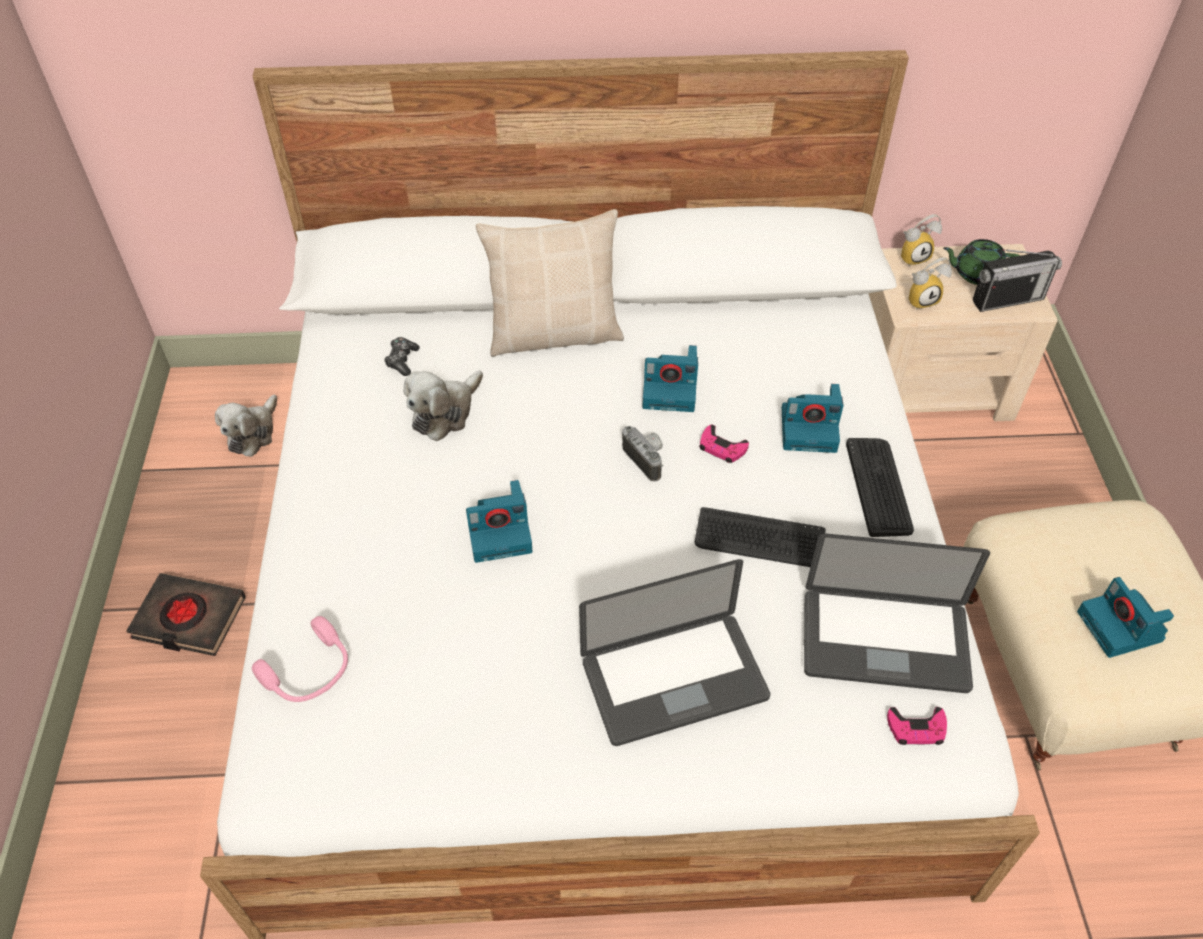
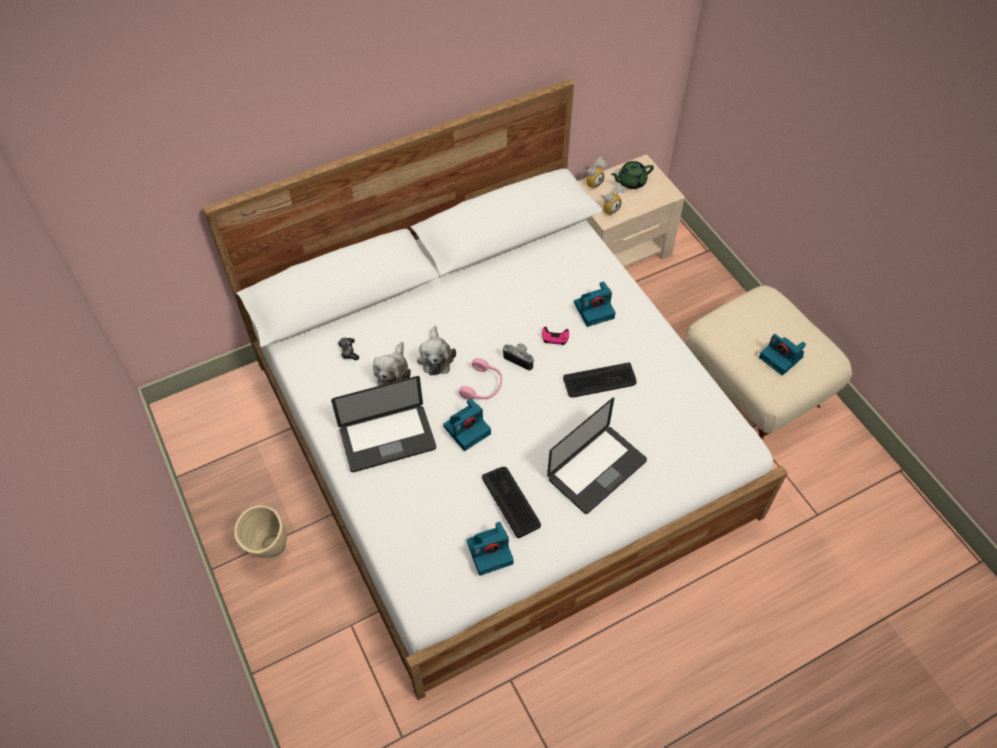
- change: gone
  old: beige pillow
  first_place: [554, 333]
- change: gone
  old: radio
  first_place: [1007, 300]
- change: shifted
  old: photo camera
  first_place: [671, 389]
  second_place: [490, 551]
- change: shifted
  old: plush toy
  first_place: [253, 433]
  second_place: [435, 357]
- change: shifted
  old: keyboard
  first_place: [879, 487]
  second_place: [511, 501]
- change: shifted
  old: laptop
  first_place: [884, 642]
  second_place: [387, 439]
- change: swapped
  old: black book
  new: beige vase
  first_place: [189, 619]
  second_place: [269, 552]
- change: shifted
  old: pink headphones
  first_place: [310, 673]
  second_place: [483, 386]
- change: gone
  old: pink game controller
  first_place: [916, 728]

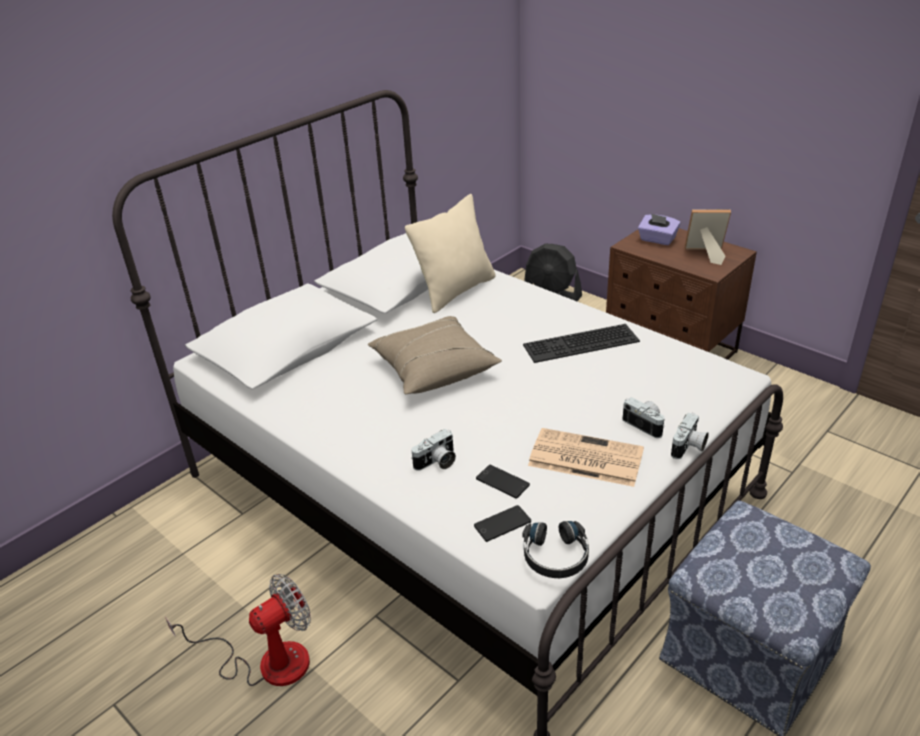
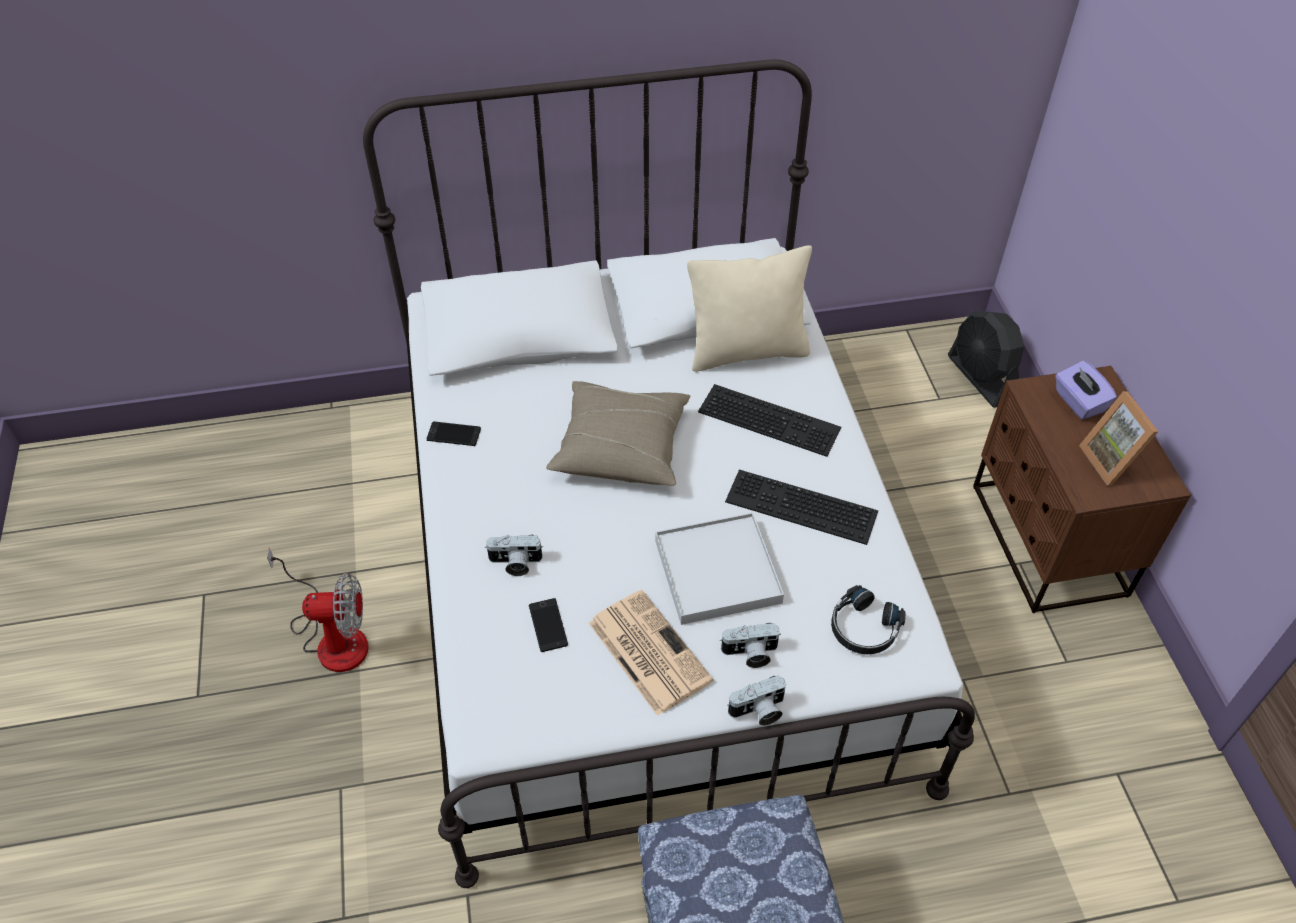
- change: rotated
  old: picture frame
  first_place: [704, 254]
  second_place: [1112, 461]
  degrees: -150
- change: rotated
  old: photo camera
  first_place: [645, 424]
  second_place: [750, 654]
  degrees: 90
- change: shifted
  old: phone
  first_place: [502, 524]
  second_place: [454, 434]
- change: shifted
  old: black headphones
  first_place: [555, 556]
  second_place: [863, 628]
- change: new
  new: keyboard
  second_place: [771, 418]
- change: new
  new: white tray
  second_place: [717, 571]

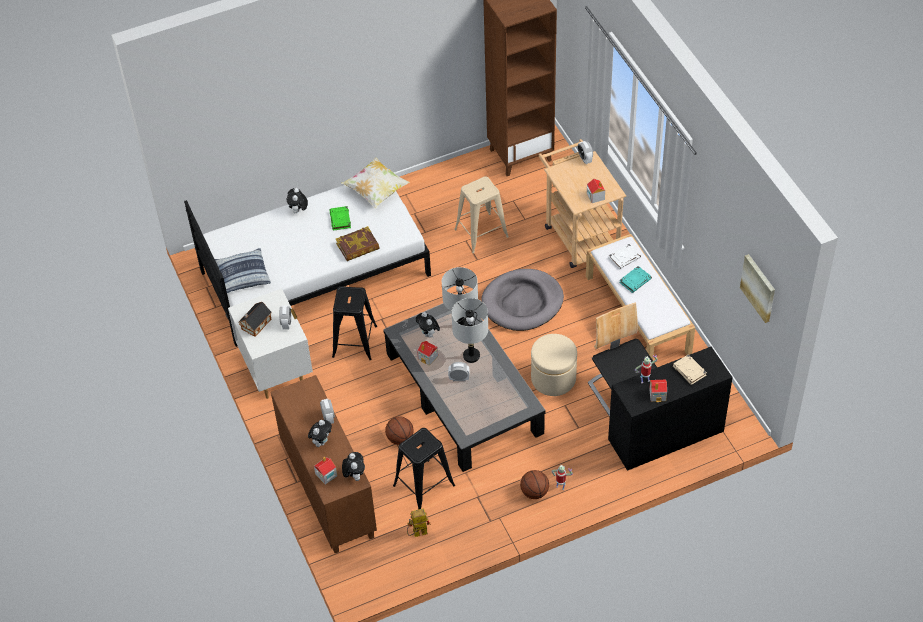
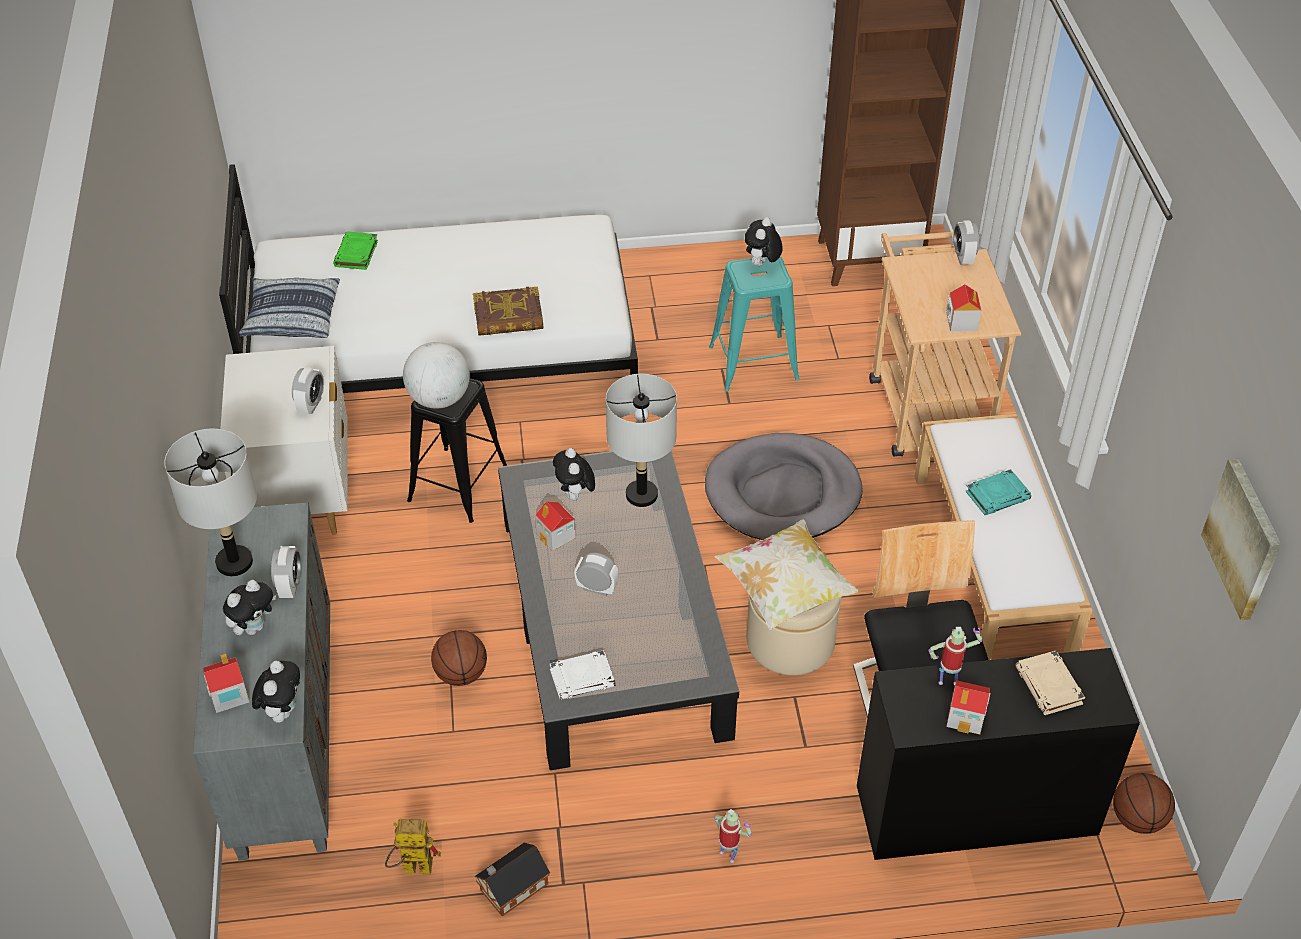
- change: shifted
  old: pillow
  first_place: [376, 191]
  second_place: [785, 591]
- change: repainted
  old: beige stool
  new: turquoise stool
  first_place: [481, 233]
  second_place: [753, 363]
- change: shifted
  old: plush toy
  first_place: [298, 211]
  second_place: [762, 264]
- change: shifted
  old: green book
  first_place: [340, 220]
  second_place: [356, 254]
- change: shifted
  old: white book
  first_place: [624, 257]
  second_place: [583, 678]
- change: shifted
  old: grey table lamp
  first_place: [471, 356]
  second_place: [234, 563]
- change: shifted
  old: toy house
  first_place: [255, 325]
  second_place: [511, 888]
- change: repainted
  old: brown cabinet
  new: grey cabinet
  first_place: [327, 491]
  second_place: [284, 735]
- change: gone
  old: black stool
  first_place: [424, 485]
- change: shifted
  old: basketball
  first_place: [534, 492]
  second_place: [1137, 818]
- change: new
  new: globe
  second_place: [439, 399]

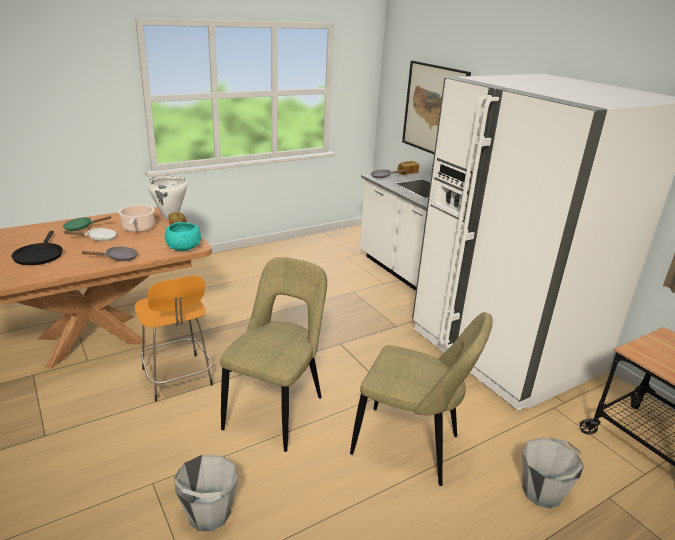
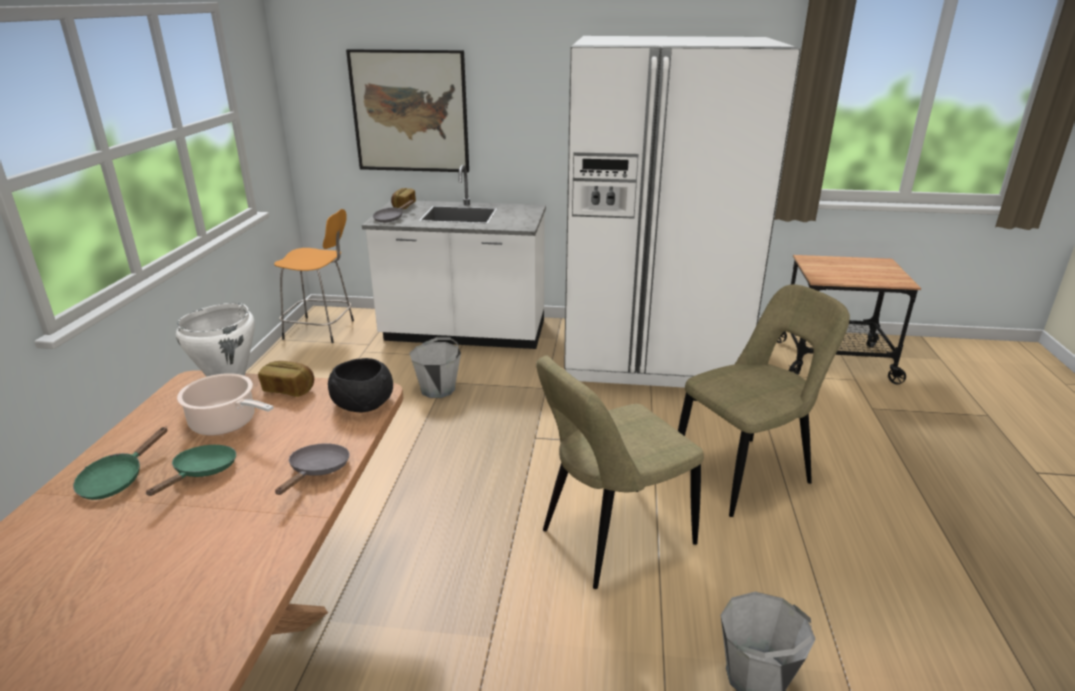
- change: repainted
  old: turquoise bowl
  new: black bowl
  first_place: [183, 247]
  second_place: [363, 403]
- change: repainted
  old: white frying pan
  new: green frying pan
  first_place: [99, 238]
  second_place: [202, 472]
- change: gone
  old: black frying pan
  first_place: [39, 255]
- change: rotated
  old: beige chair
  first_place: [277, 410]
  second_place: [611, 539]
  degrees: -90
- change: shifted
  old: orange stool
  first_place: [177, 379]
  second_place: [321, 330]
- change: shifted
  old: grey bucket
  first_place: [542, 492]
  second_place: [438, 389]

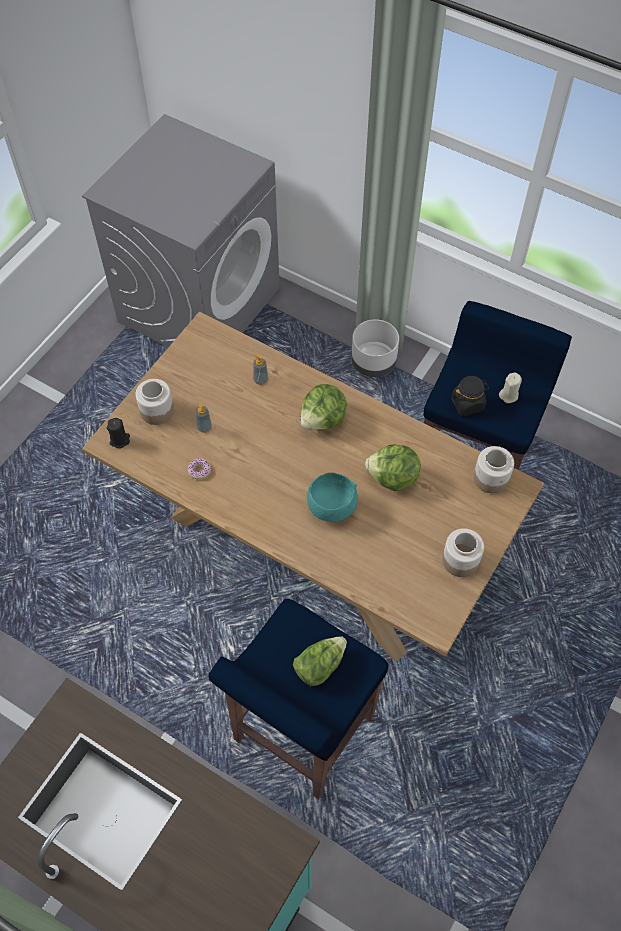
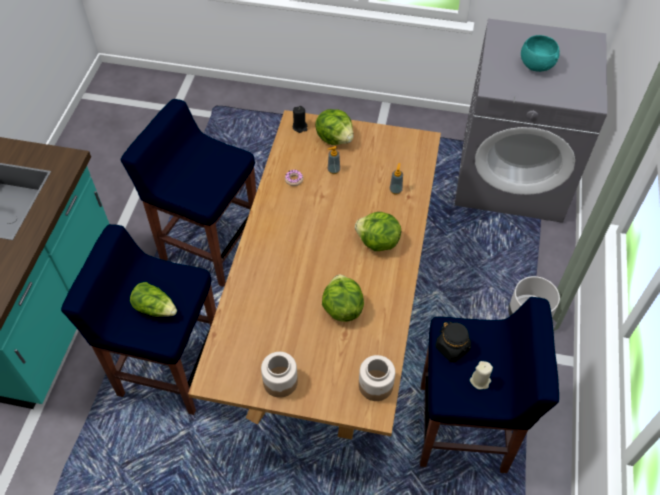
- change: swapped
  old: jar
  new: lettuce
  first_place: [156, 410]
  second_place: [335, 138]
- change: shifted
  old: turquoise bowl
  first_place: [330, 508]
  second_place: [535, 65]
- change: new
  new: blue stool
  second_place: [209, 245]

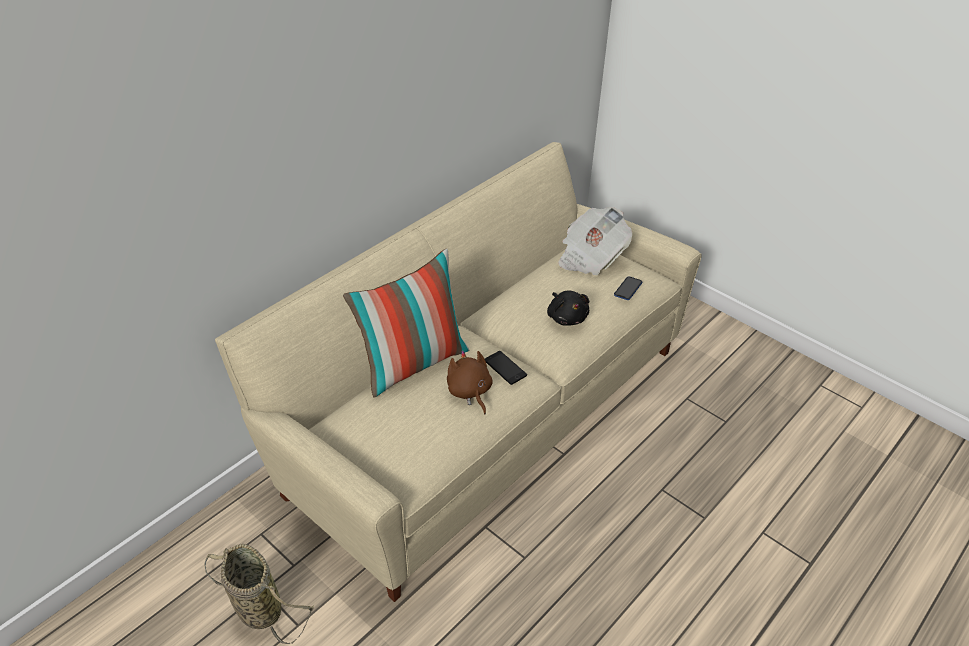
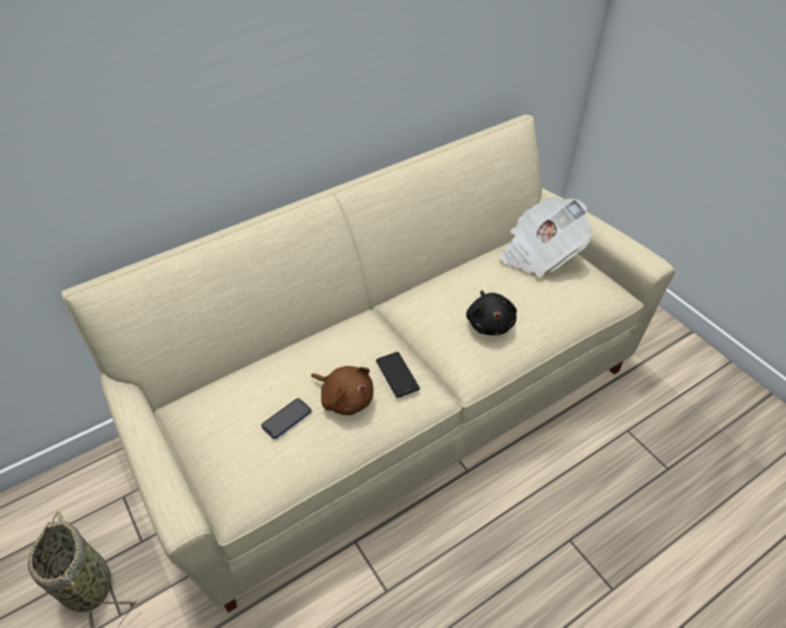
- change: gone
  old: pillow
  first_place: [413, 363]
- change: shifted
  old: phone
  first_place: [628, 289]
  second_place: [286, 419]
- change: rotated
  old: brown plush toy
  first_place: [469, 392]
  second_place: [345, 398]
  degrees: 135

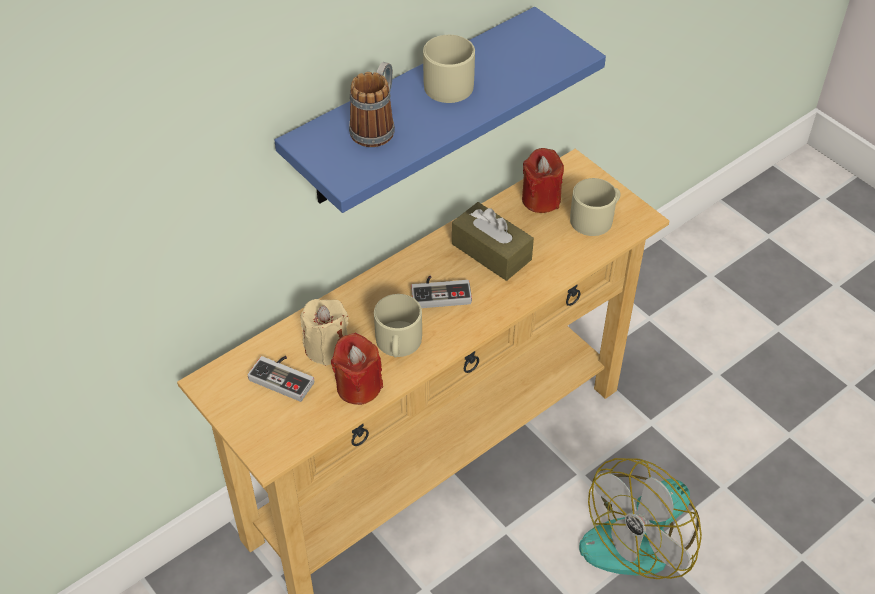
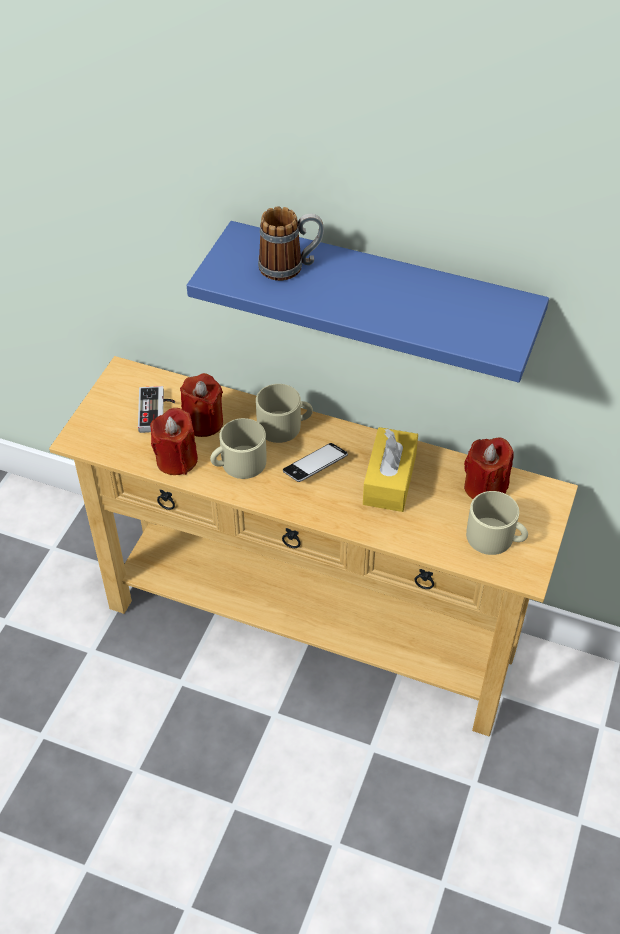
- change: shifted
  old: beige mug
  first_place: [451, 82]
  second_place: [285, 426]
- change: repainted
  old: brown tissue box
  new: yellow tissue box
  first_place: [491, 252]
  second_place: [389, 479]
- change: swapped
  old: game controller
  new: phone
  first_place: [440, 292]
  second_place: [315, 466]
- change: repainted
  old: beige candle
  new: red candle
  first_place: [326, 348]
  second_place: [203, 422]
- change: gone
  old: fan
  first_place: [641, 535]

